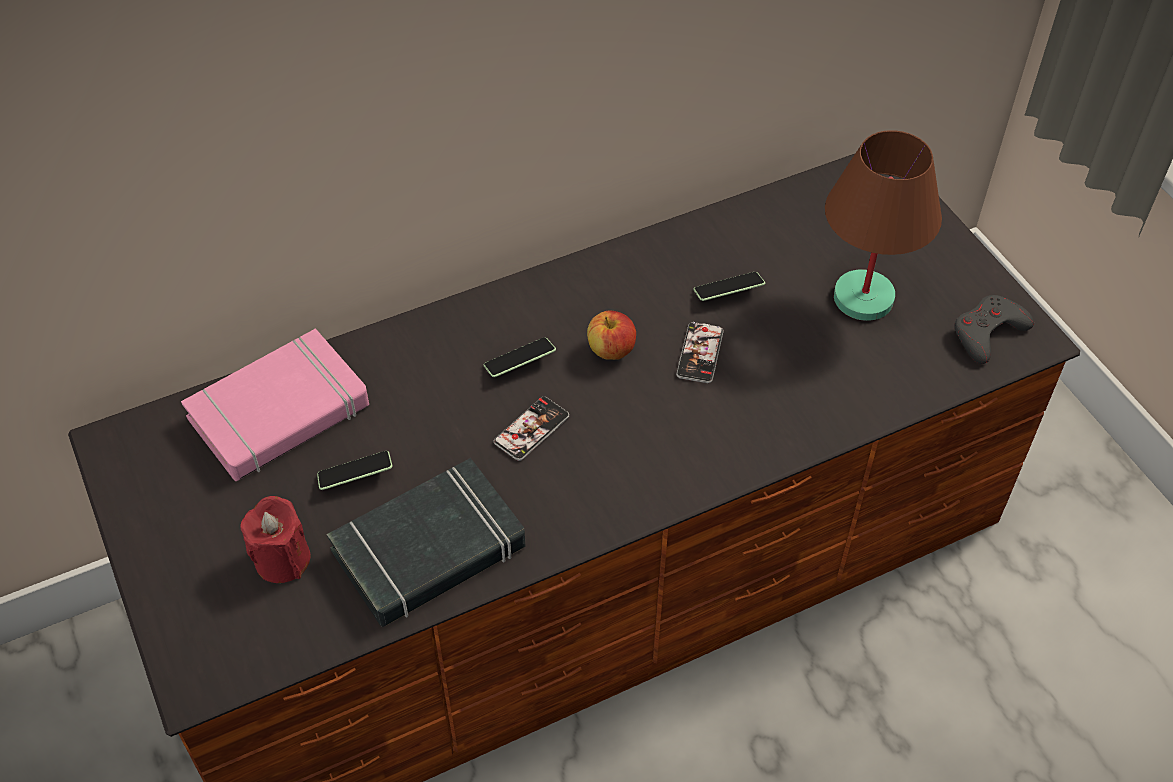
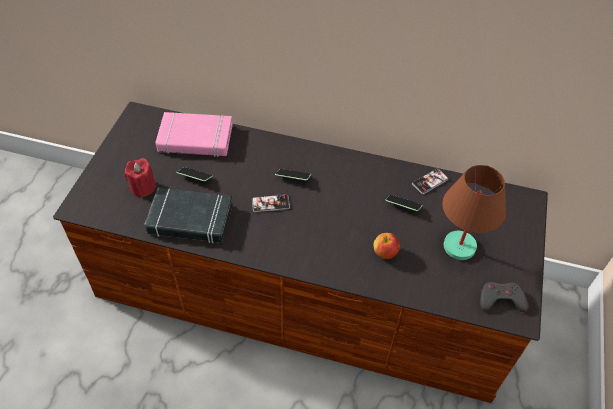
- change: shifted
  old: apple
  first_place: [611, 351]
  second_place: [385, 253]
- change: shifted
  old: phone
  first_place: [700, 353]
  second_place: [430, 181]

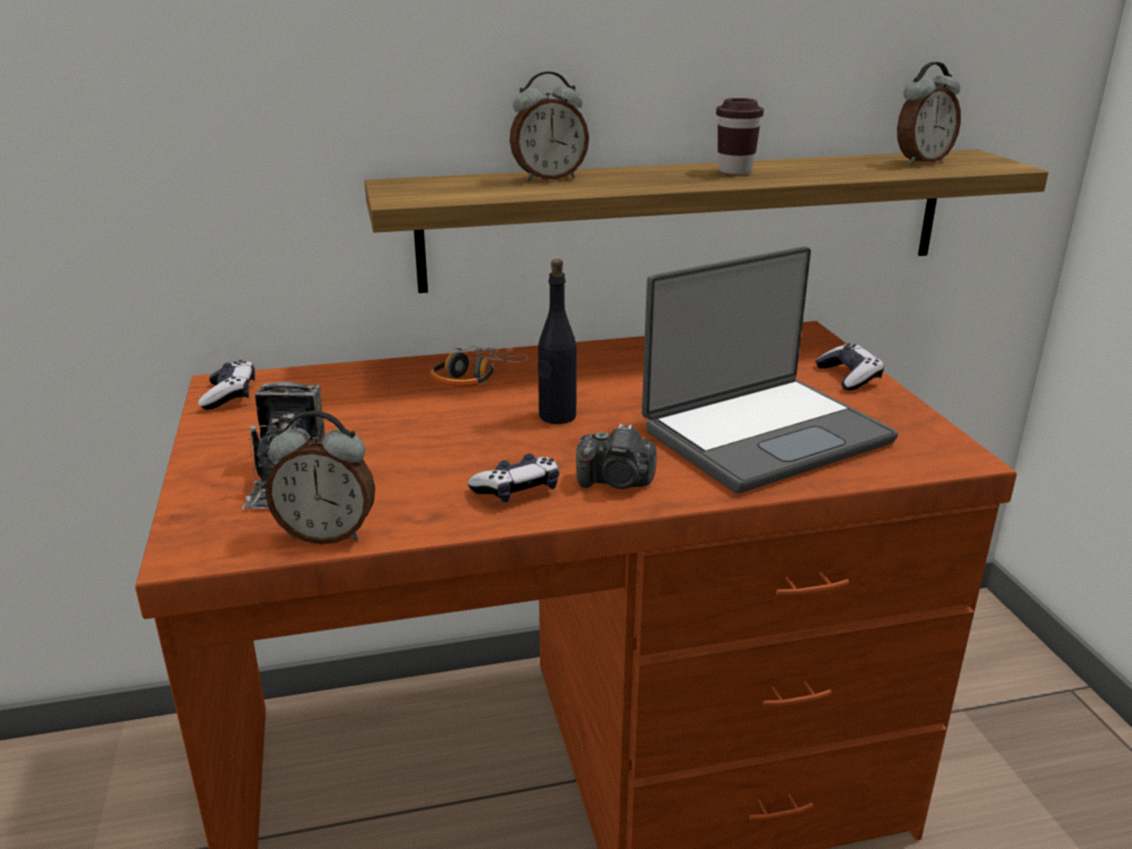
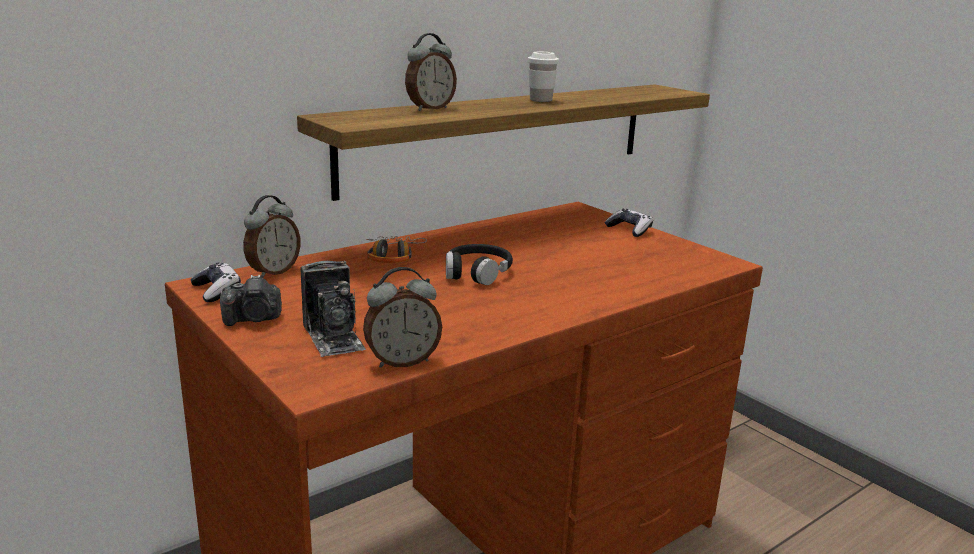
- change: shifted
  old: alarm clock
  first_place: [921, 161]
  second_place: [273, 272]
- change: repainted
  old: brown cup
  new: white cup
  first_place: [735, 171]
  second_place: [540, 100]
- change: gone
  old: laptop
  first_place: [763, 434]
- change: swapped
  old: black bottle
  new: black headphones
  first_place: [557, 416]
  second_place: [477, 273]
- change: shifted
  old: photo camera
  first_place: [617, 482]
  second_place: [253, 319]
- change: gone
  old: game controller
  first_place: [517, 490]

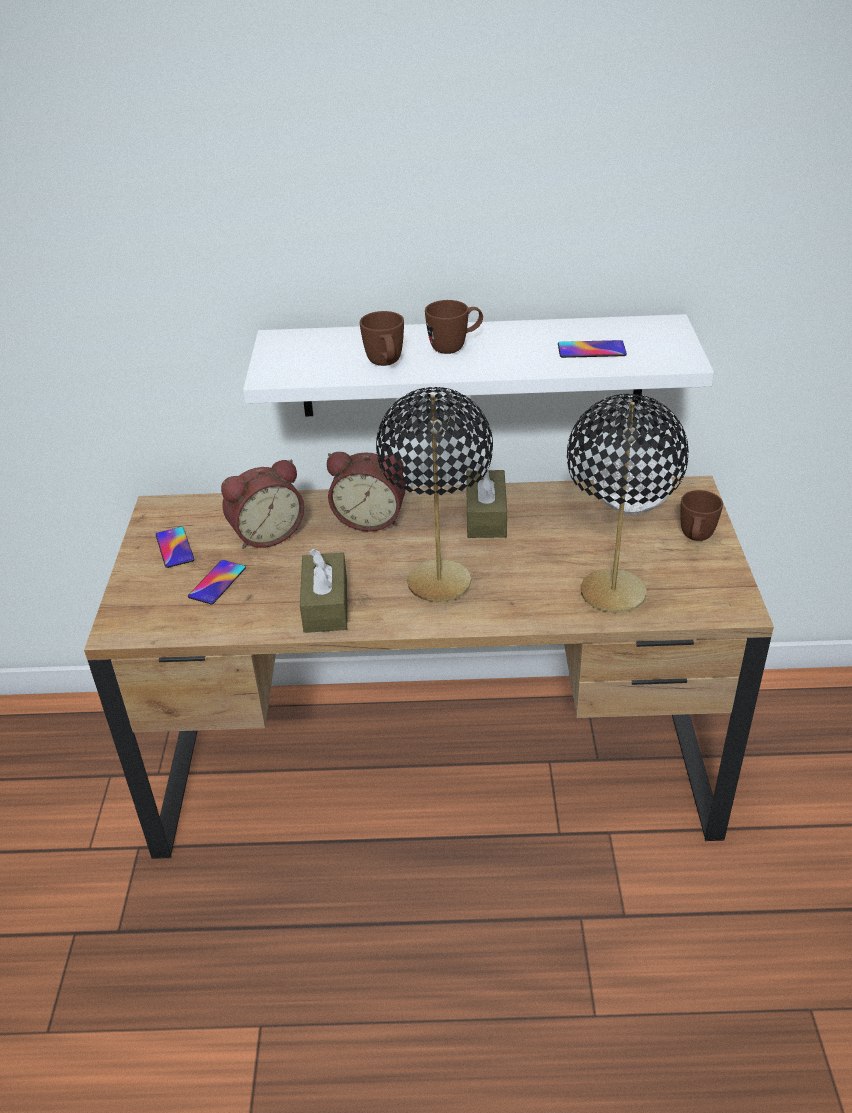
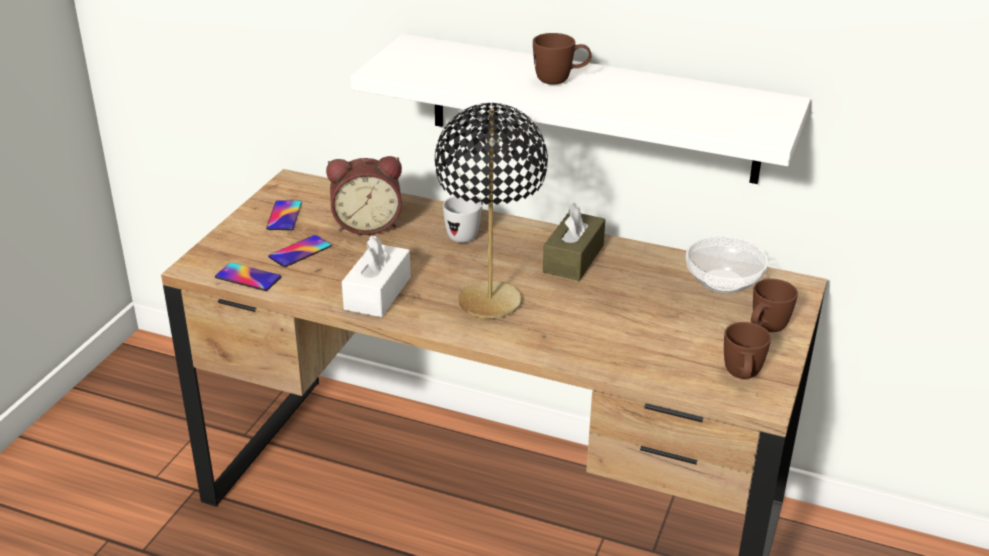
- change: shifted
  old: brown mug
  first_place: [386, 365]
  second_place: [742, 377]
- change: shifted
  old: phone
  first_place: [591, 350]
  second_place: [248, 277]
- change: gone
  old: black table lamp
  first_place: [614, 593]
- change: swapped
  old: alarm clock
  new: white mug
  first_place: [370, 519]
  second_place: [466, 234]
- change: repainted
  old: brown tissue box
  new: white tissue box
  first_place: [325, 605]
  second_place: [377, 293]

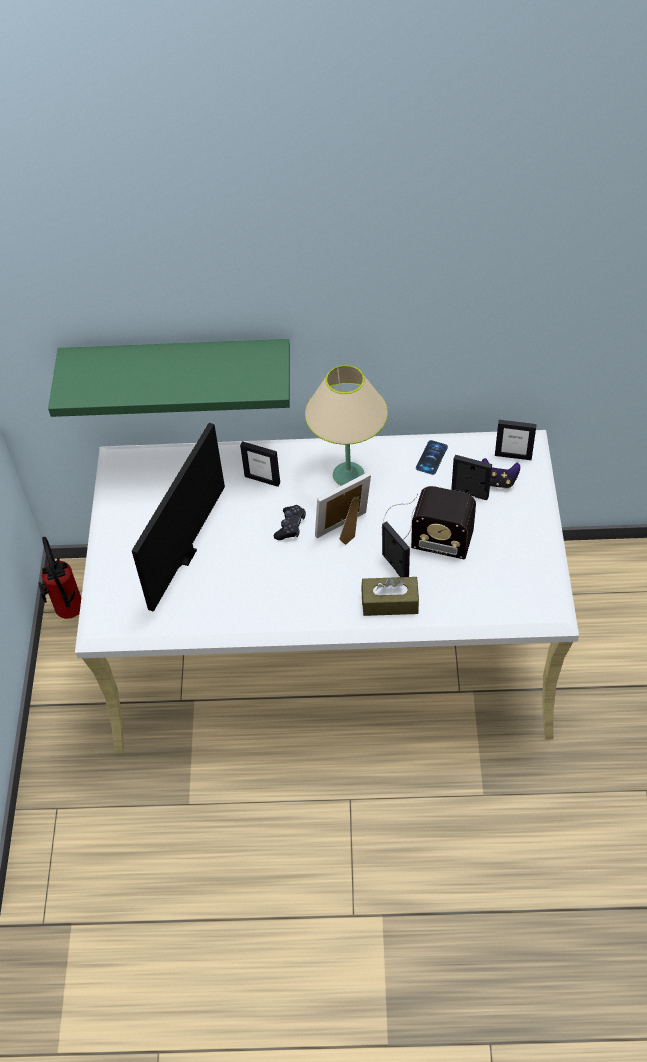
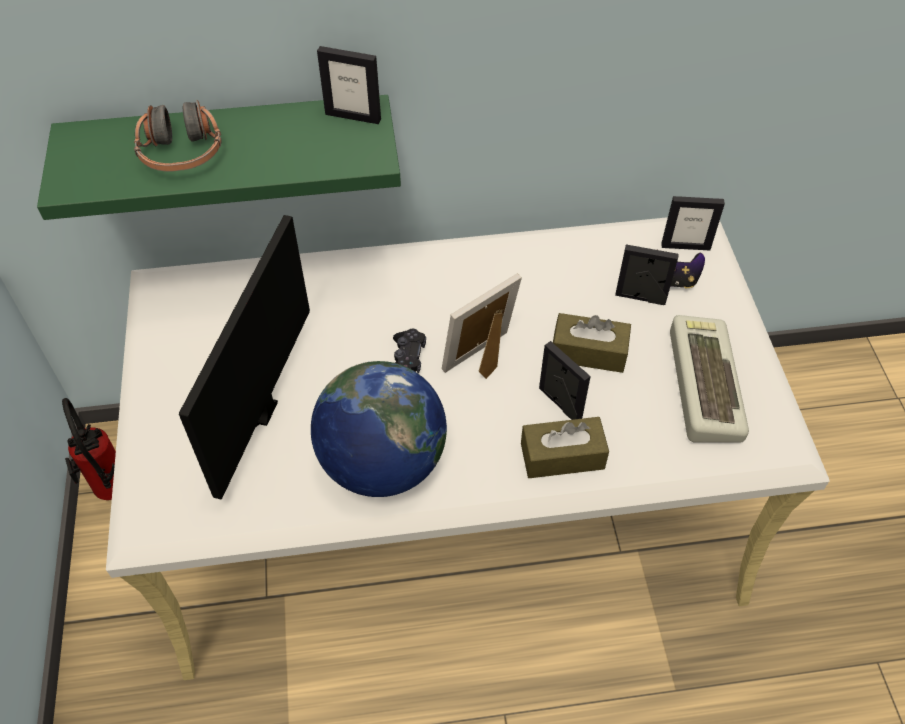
- change: gone
  old: beige table lamp
  first_place: [349, 475]
- change: gone
  old: phone
  first_place: [431, 457]
- change: shifted
  old: picture frame
  first_place: [262, 479]
  second_place: [353, 116]
- change: swapped
  old: radio
  new: brown tissue box
  first_place: [423, 531]
  second_place: [589, 352]
- change: new
  new: headphones
  second_place: [182, 153]
- change: new
  new: keyboard
  second_place: [701, 383]
- change: new
  new: globe
  second_place: [382, 463]

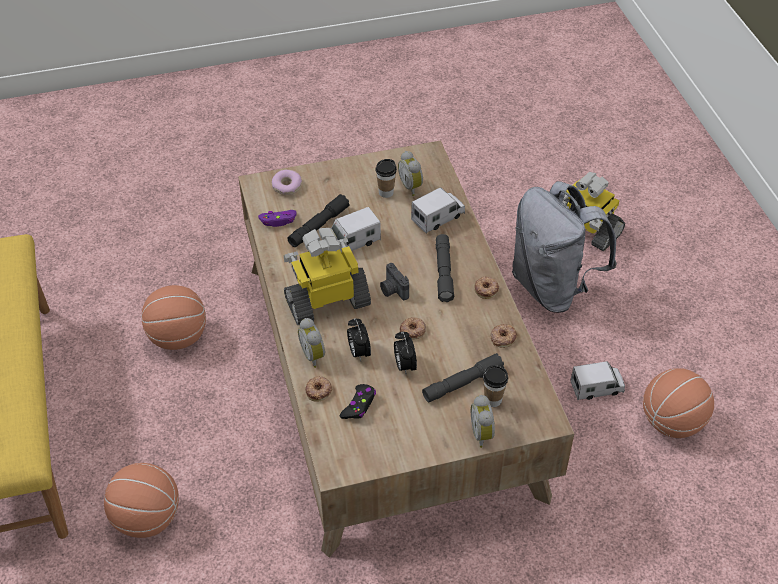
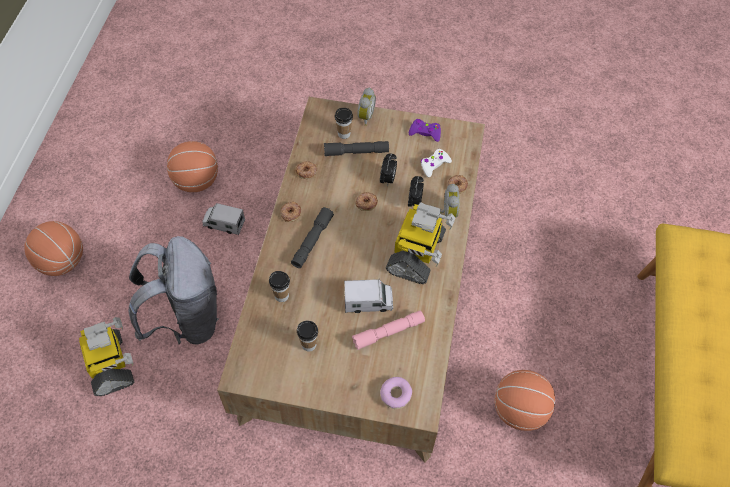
- change: gone
  old: alarm clock
  first_place: [412, 186]
- change: swapped
  old: toy truck
  new: cup
  first_place: [438, 218]
  second_place: [281, 296]
- change: repainted
  old: black flashlight
  new: pink flashlight
  first_place: [318, 226]
  second_place: [388, 332]
- change: shifted
  old: purple game controller
  first_place: [278, 221]
  second_place: [425, 133]
- change: rotated
  old: toy robot
  first_place: [327, 301]
  second_place: [417, 254]
  degrees: -75
- change: gone
  old: photo camera
  first_place: [393, 290]
- change: repainted
  old: black game controller
  new: white game controller
  first_place: [359, 405]
  second_place: [434, 165]
- change: shifted
  old: basketball
  first_place: [147, 518]
  second_place: [62, 262]

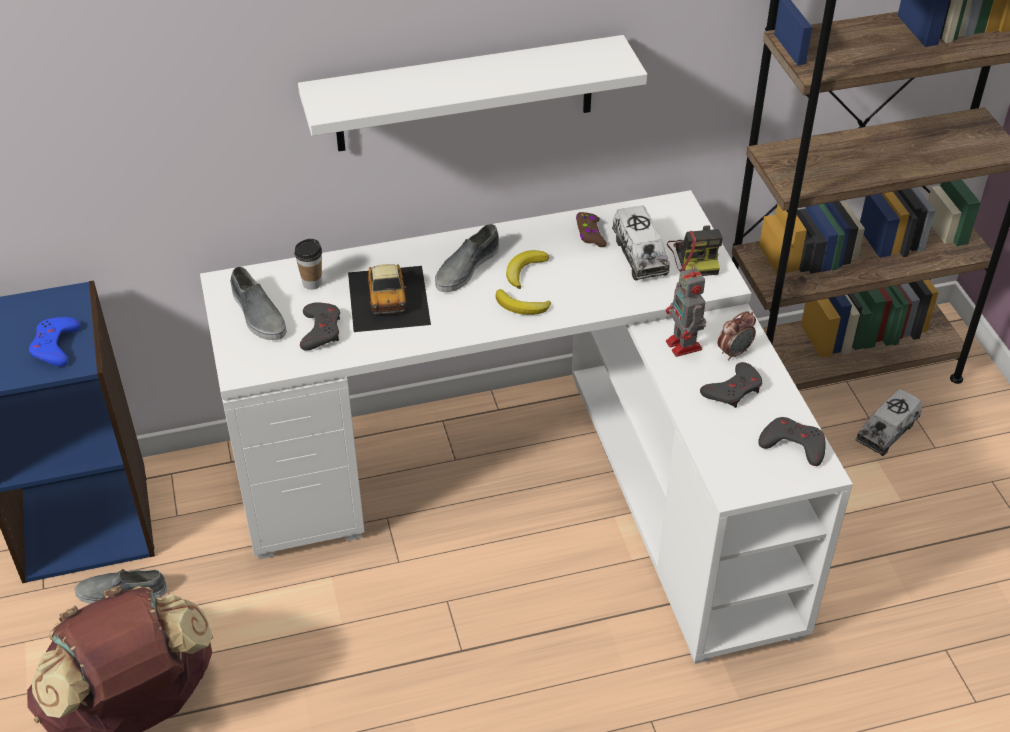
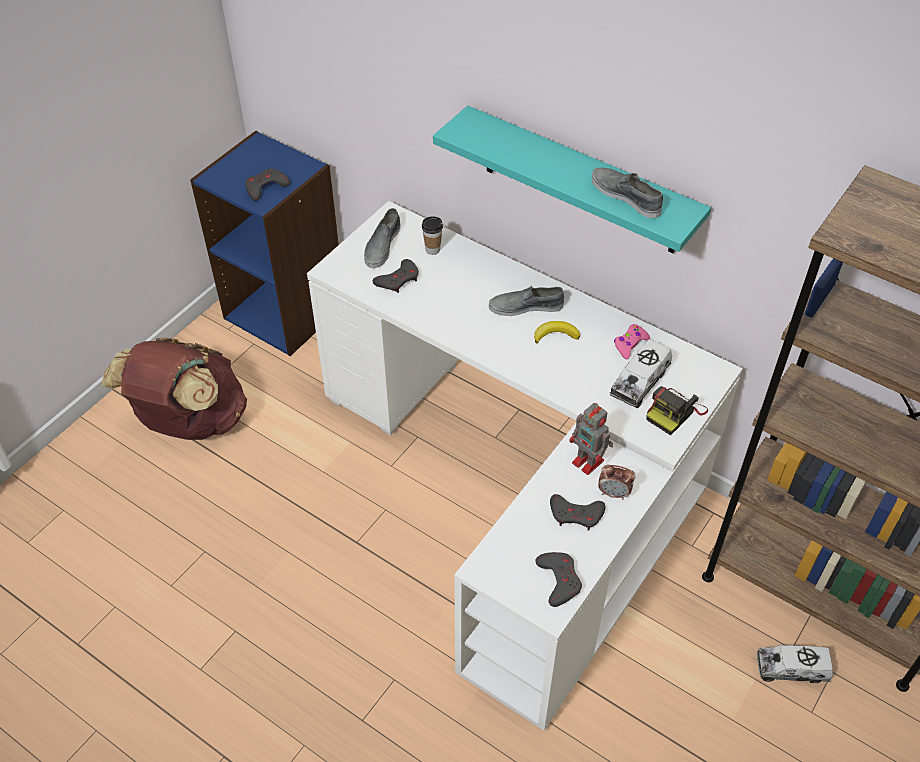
- change: repainted
  old: white shelf
  new: turquoise shelf
  first_place: [465, 94]
  second_place: [580, 182]
- change: repainted
  old: brown game controller
  new: pink game controller
  first_place: [590, 234]
  second_place: [630, 344]
- change: gone
  old: toy car
  first_place: [389, 297]
- change: rotated
  old: toy robot
  first_place: [684, 346]
  second_place: [589, 462]
  degrees: -75
- change: gone
  old: banana
  first_place: [521, 307]
- change: repainted
  old: blue game controller
  new: grey game controller
  first_place: [55, 346]
  second_place: [266, 187]
- change: shifted
  old: grey shoe
  first_place: [122, 591]
  second_place: [626, 196]

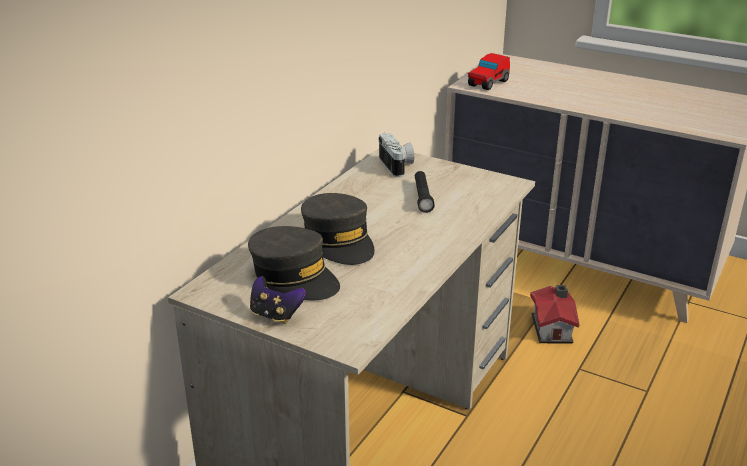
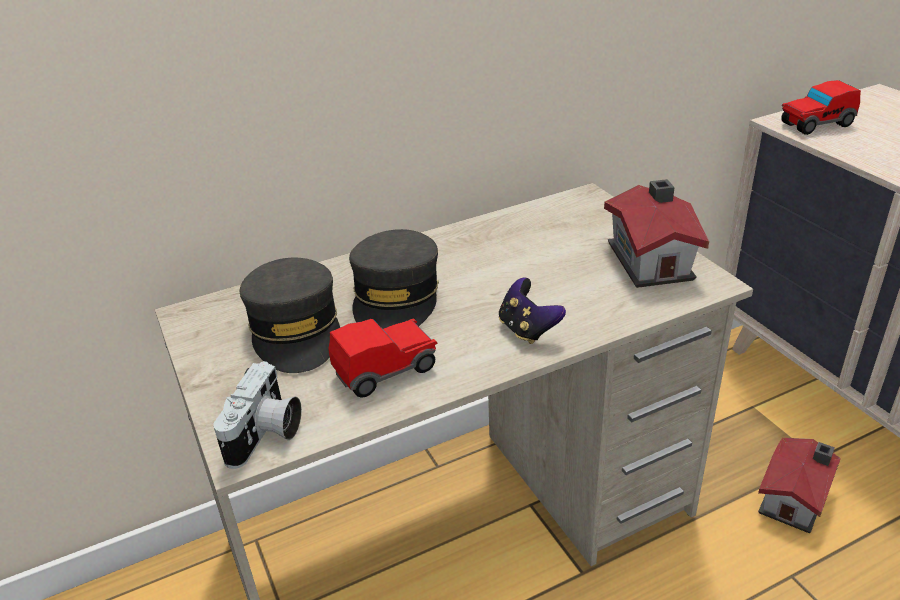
- change: shifted
  old: photo camera
  first_place: [398, 166]
  second_place: [266, 435]
- change: gone
  old: black flashlight
  first_place: [422, 197]
- change: shifted
  old: game controller
  first_place: [275, 315]
  second_place: [527, 330]
- change: new
  new: toy house
  second_place: [651, 259]
- change: new
  new: toy car
  second_place: [386, 371]

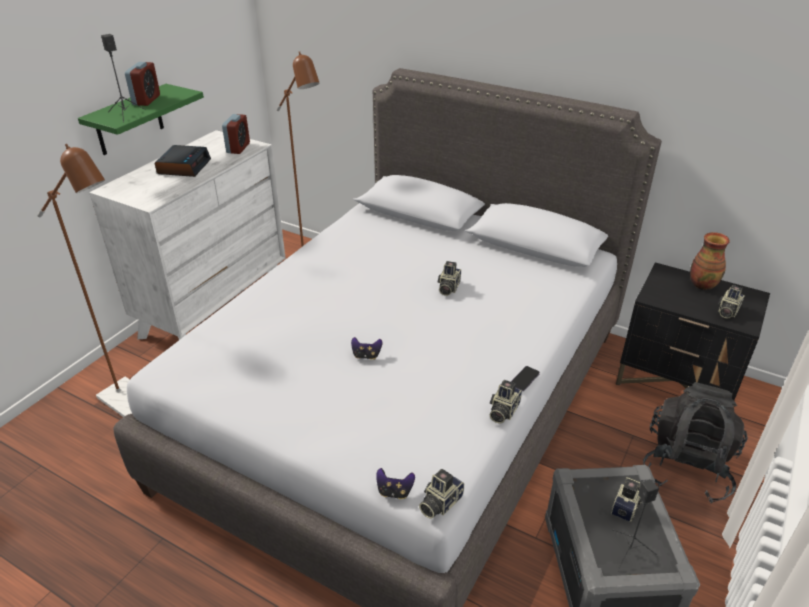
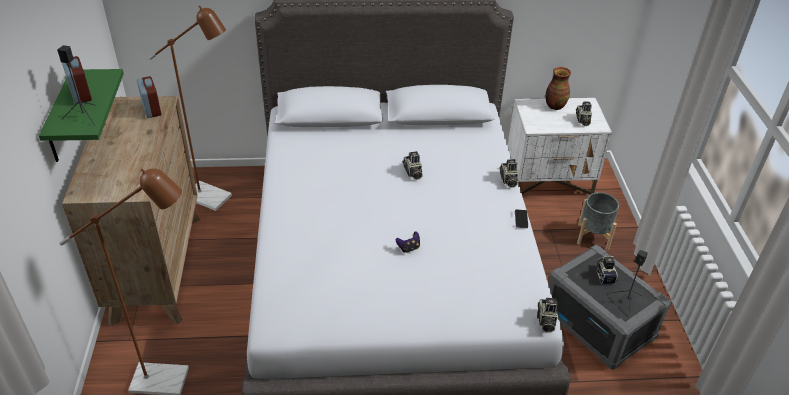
- change: repainted
  old: white dresser
  new: brown dresser
  first_place: [215, 308]
  second_place: [157, 267]
- change: gone
  old: alarm clock
  first_place: [184, 166]
- change: repainted
  old: black nightstand
  new: white nightstand
  first_place: [677, 381]
  second_place: [549, 179]
- change: shifted
  old: photo camera
  first_place: [502, 411]
  second_place: [508, 180]
- change: swapped
  old: black backpack
  new: grey planter
  first_place: [686, 467]
  second_place: [593, 236]
- change: gone
  old: game controller
  first_place: [394, 491]

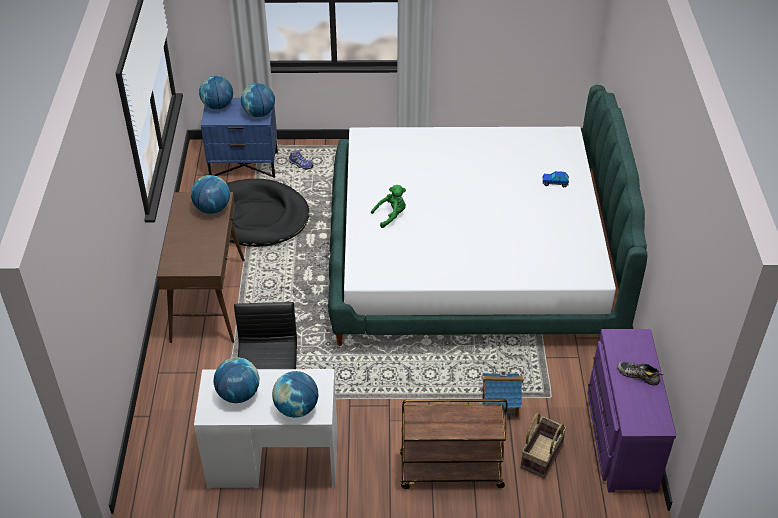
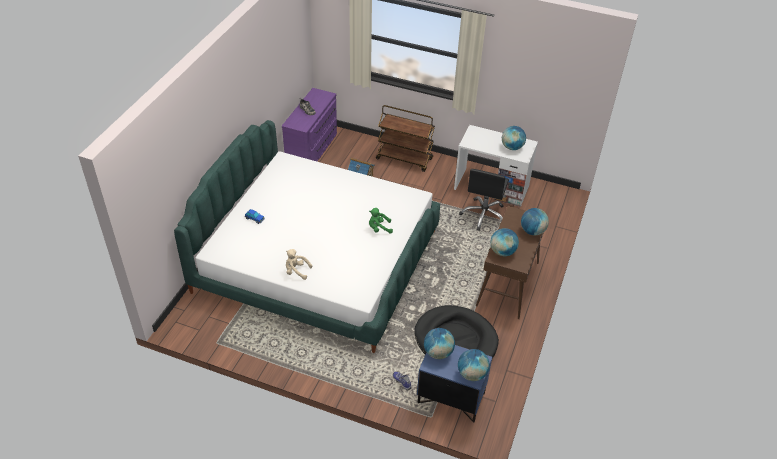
- change: shifted
  old: globe
  first_place: [296, 408]
  second_place: [532, 231]
- change: gone
  old: basket
  first_place: [541, 455]
- change: new
  new: beige plush toy
  second_place: [296, 271]

